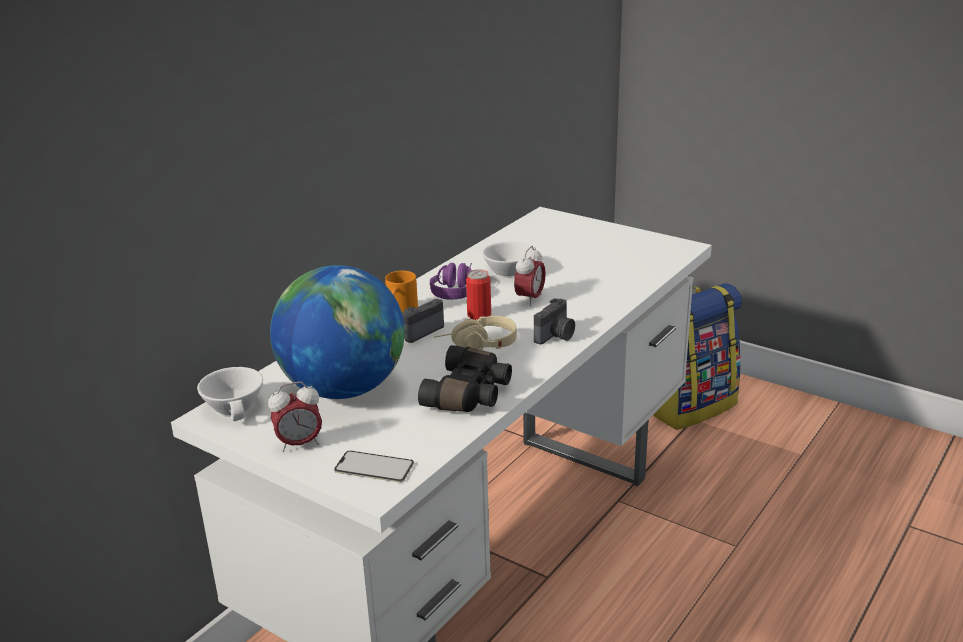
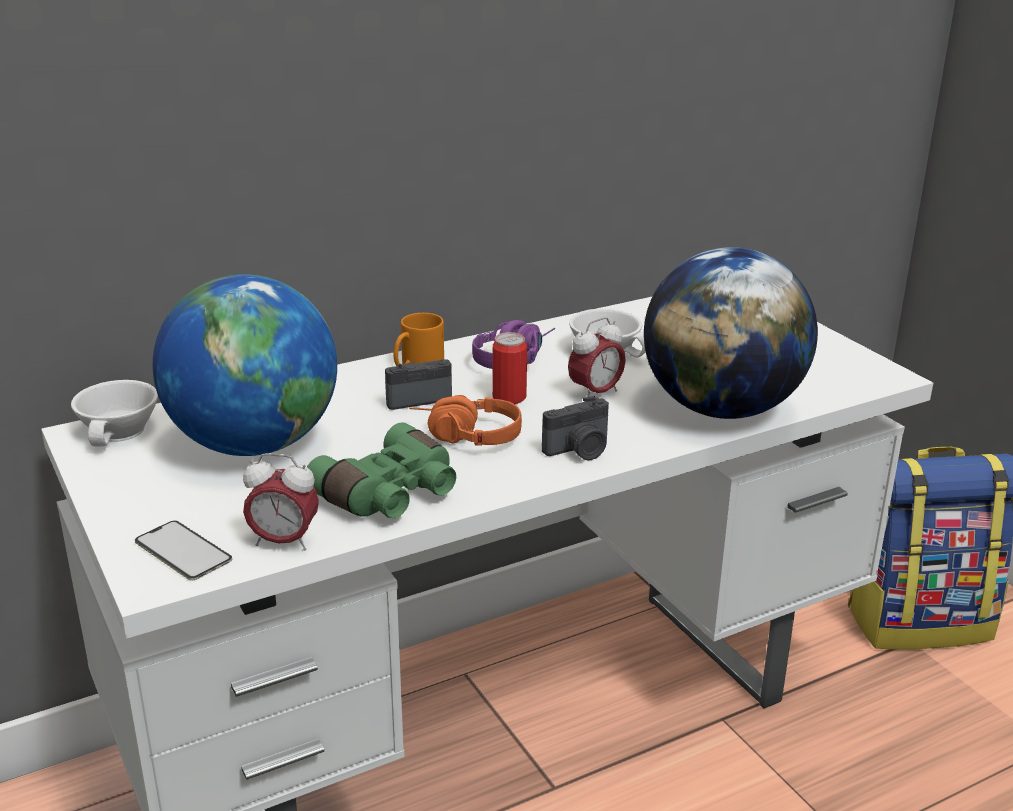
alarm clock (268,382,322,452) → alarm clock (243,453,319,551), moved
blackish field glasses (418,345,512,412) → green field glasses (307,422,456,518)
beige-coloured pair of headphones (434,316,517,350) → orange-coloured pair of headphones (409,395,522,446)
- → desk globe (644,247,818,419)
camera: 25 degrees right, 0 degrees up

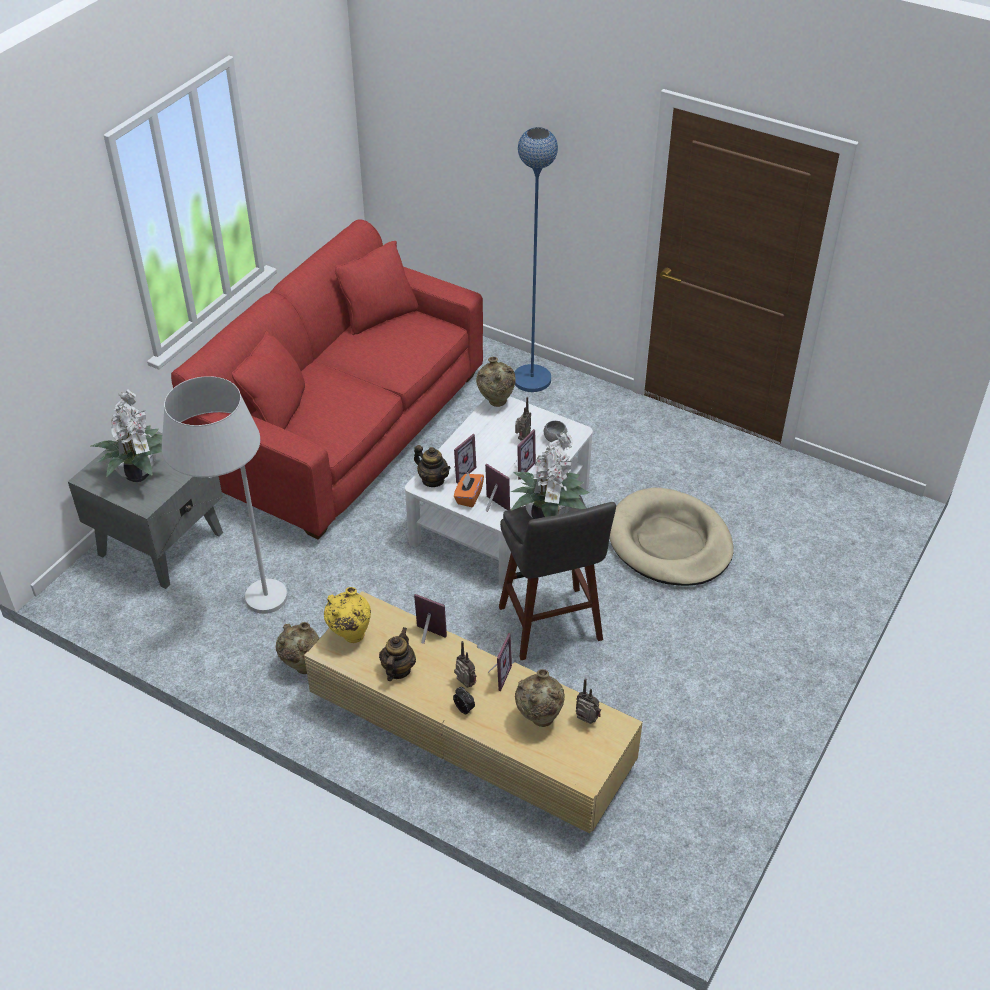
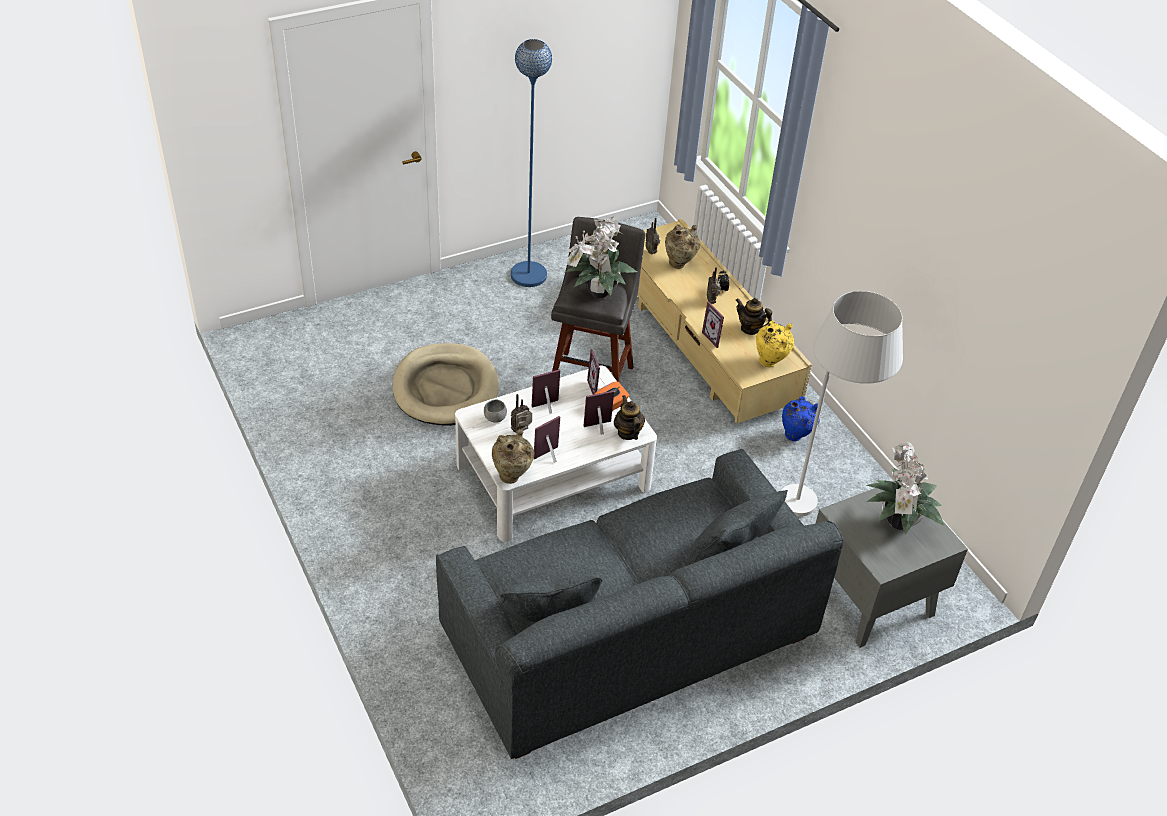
reddish sofa (171,220,483,540) → greyish sofa (436,449,843,759)
blue-coloured floor lamp (514,127,558,392) → blue-coloured floor lamp (511,39,552,287), moved
picture frame (487,633,512,691) → picture frame (534,416,560,463), moved
teapot (379,627,416,681) → teapot (736,298,772,335), 75 degrees clockwise
beige-coloured decorative vase (276,622,319,674) → blue-coloured decorative vase (782,396,820,441)
camera: 150 degrees left, 0 degrees up

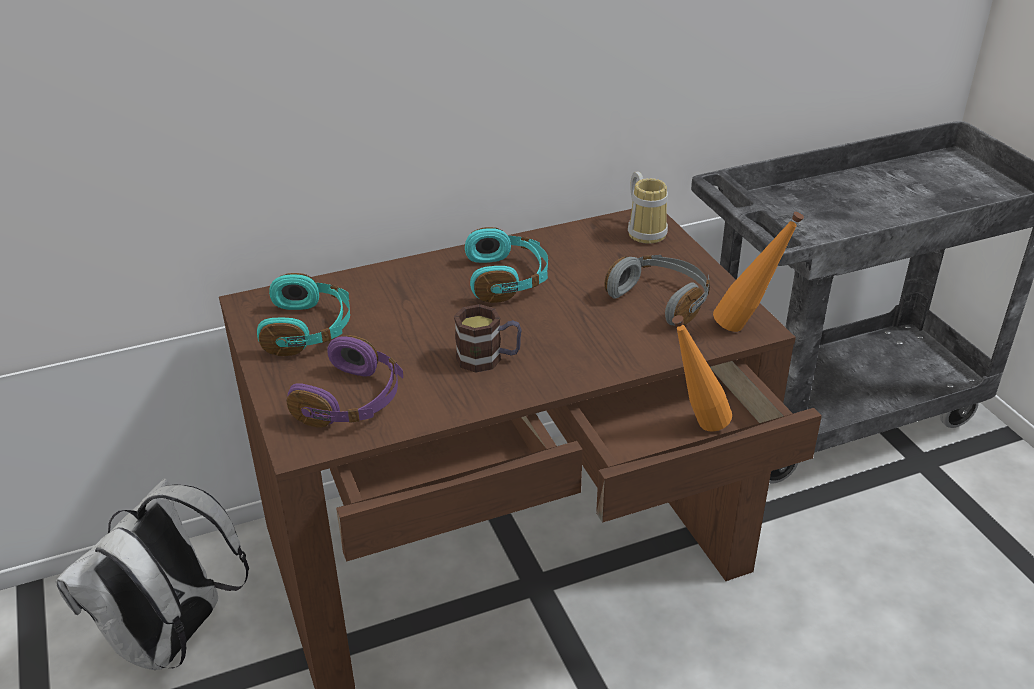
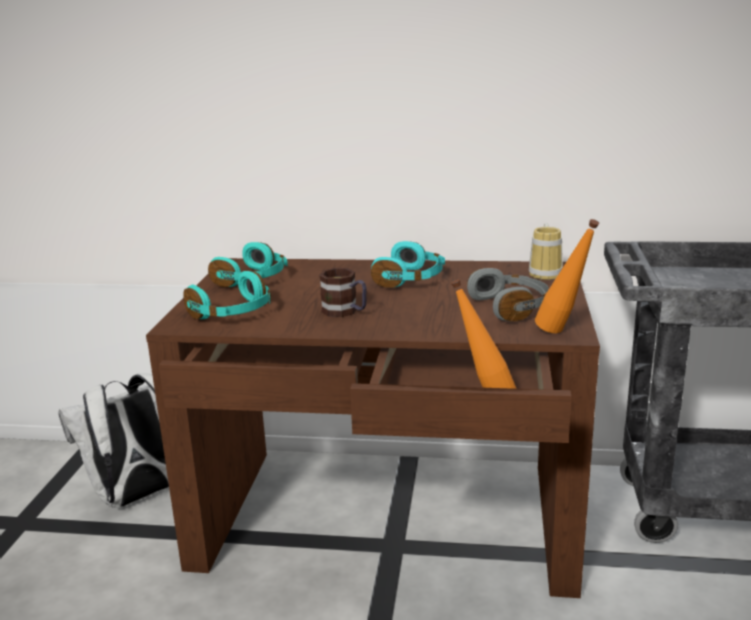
purple-coloured pair of headphones (286,335,403,428) → turquoise-coloured pair of headphones (183,271,271,319)
camera: 30 degrees right, 15 degrees down

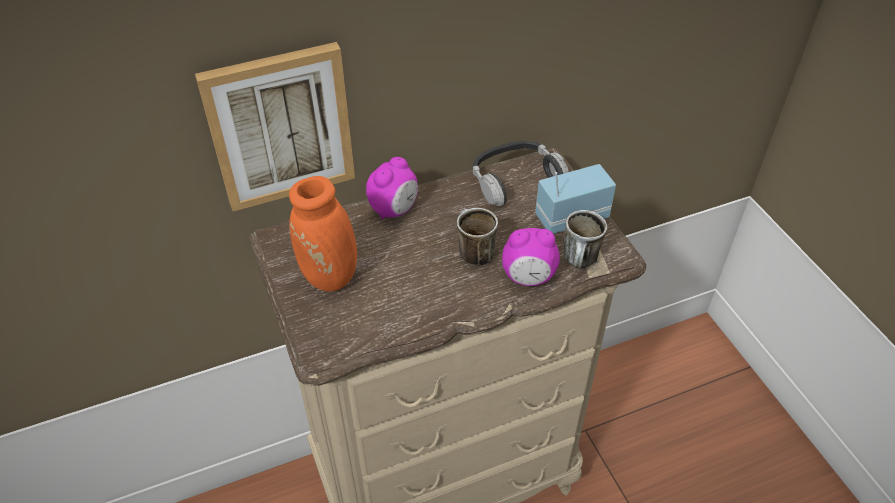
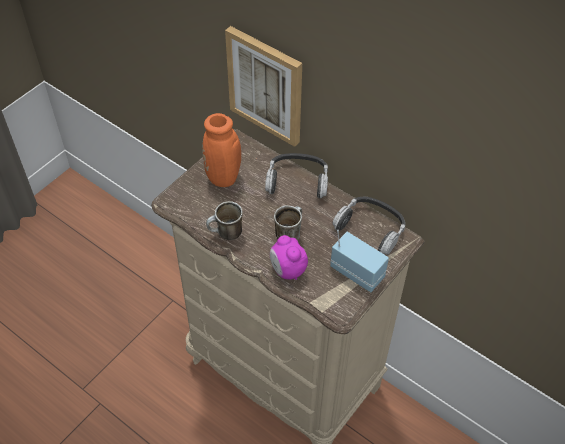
tea mug (563,210,607,268) → tea mug (206,201,243,240), moved
alarm clock (366,157,418,219) → pair of headphones (265,153,328,198)
camera: 60 degrees right, 5 degrees up

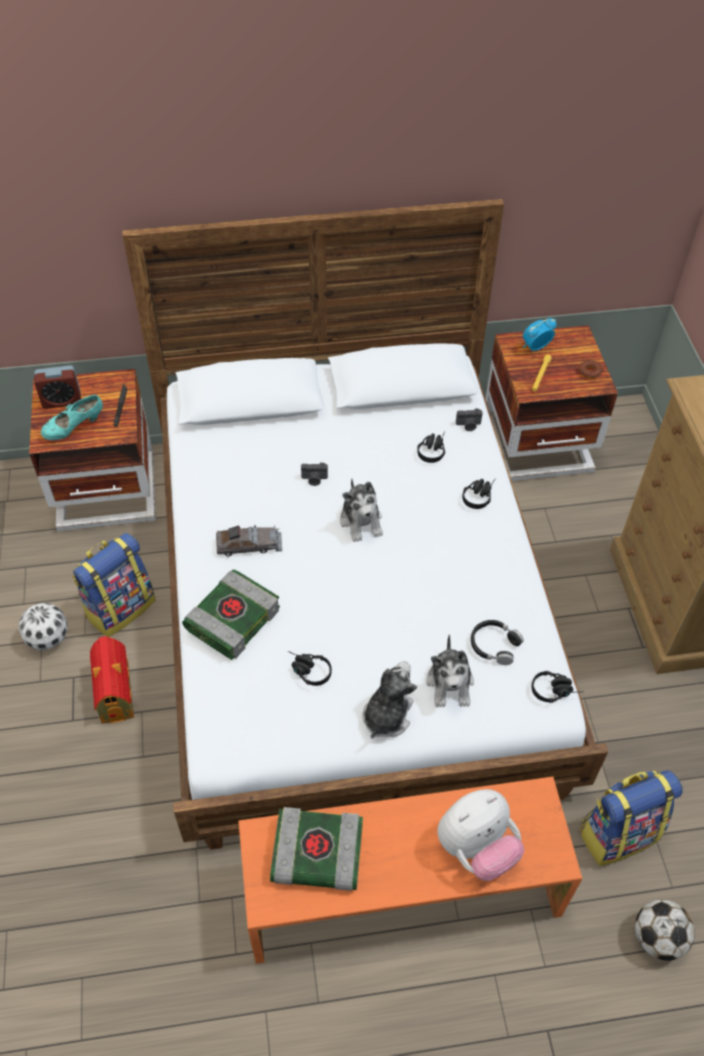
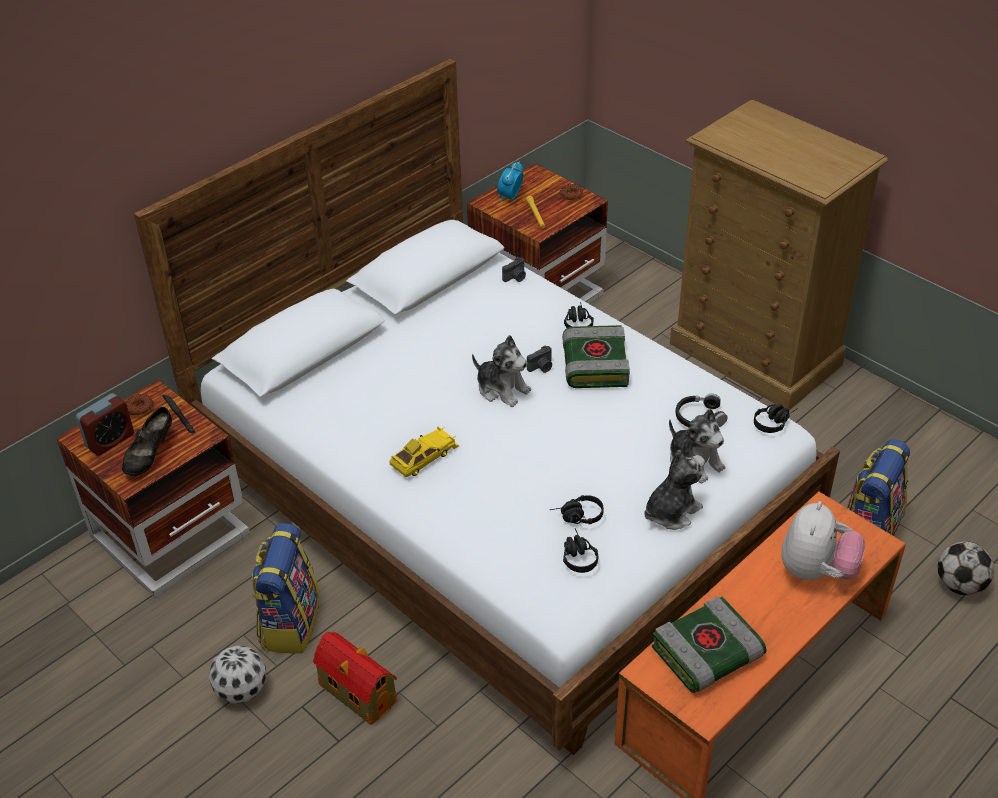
turquoise-coloured low shoe (41,395,103,440) → blackish low shoe (122,407,172,476)
- → ring doughnut (126,394,153,416)
greyish model car (216,525,282,557) → yellow model car (389,427,459,477)
still camera (301,462,328,486) → still camera (527,346,552,373), moved
volume (182,570,280,660) → volume (562,325,630,388), moved
blackish pair of headphones (417,431,445,463) → blackish pair of headphones (563,529,598,573), moved
soft toy (362,661,417,739) → soft toy (644,450,705,530), 60 degrees clockwise
camera: 35 degrees left, 10 degrees down

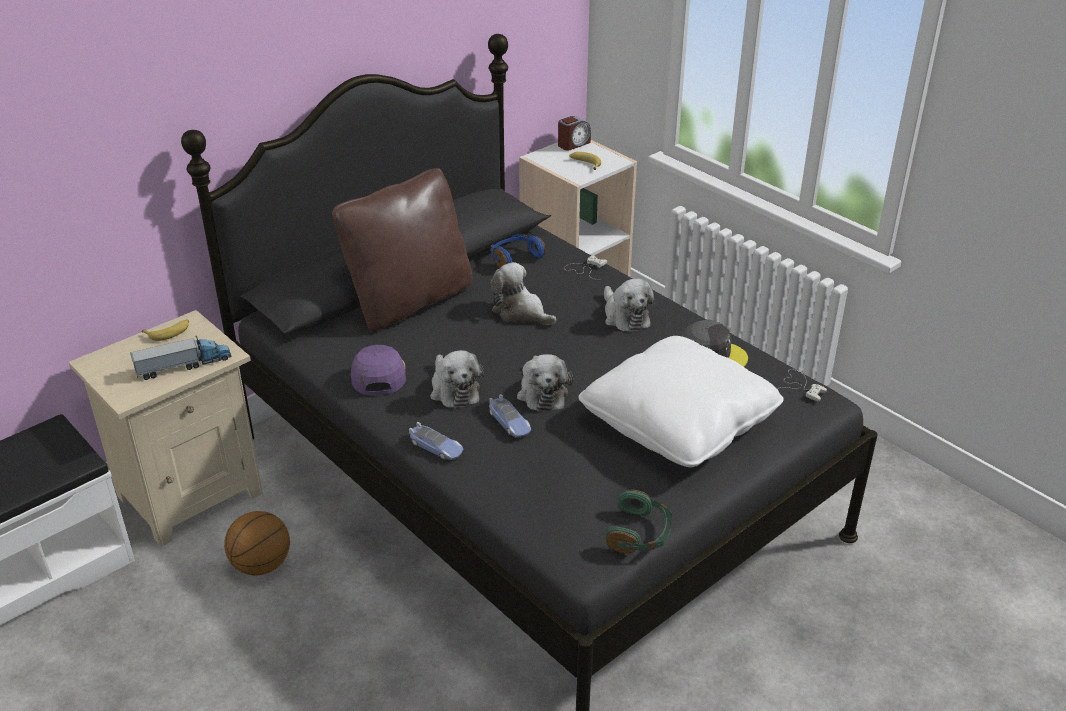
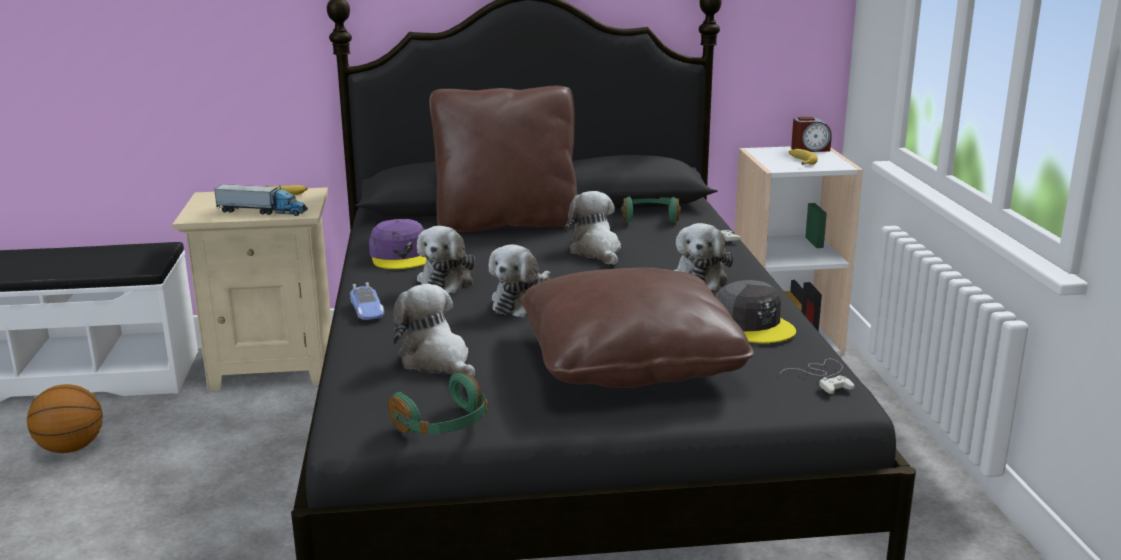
ball for basketball (224,511,290,575) → ball for basketball (27,384,103,453), moved
purple-coloured peaked cap (351,345,406,395) → purple-coloured peaked cap (369,219,426,269), 135 degrees clockwise
- → soft toy (393,284,475,378)
white cushion (578,336,784,467) → brown-coloured cushion (521,267,754,388)
blue-coloured pair of headphones (491,234,546,267) → green pair of headphones (621,197,681,223)
model car (489,394,531,438) → -
camera: 35 degrees right, 15 degrees down

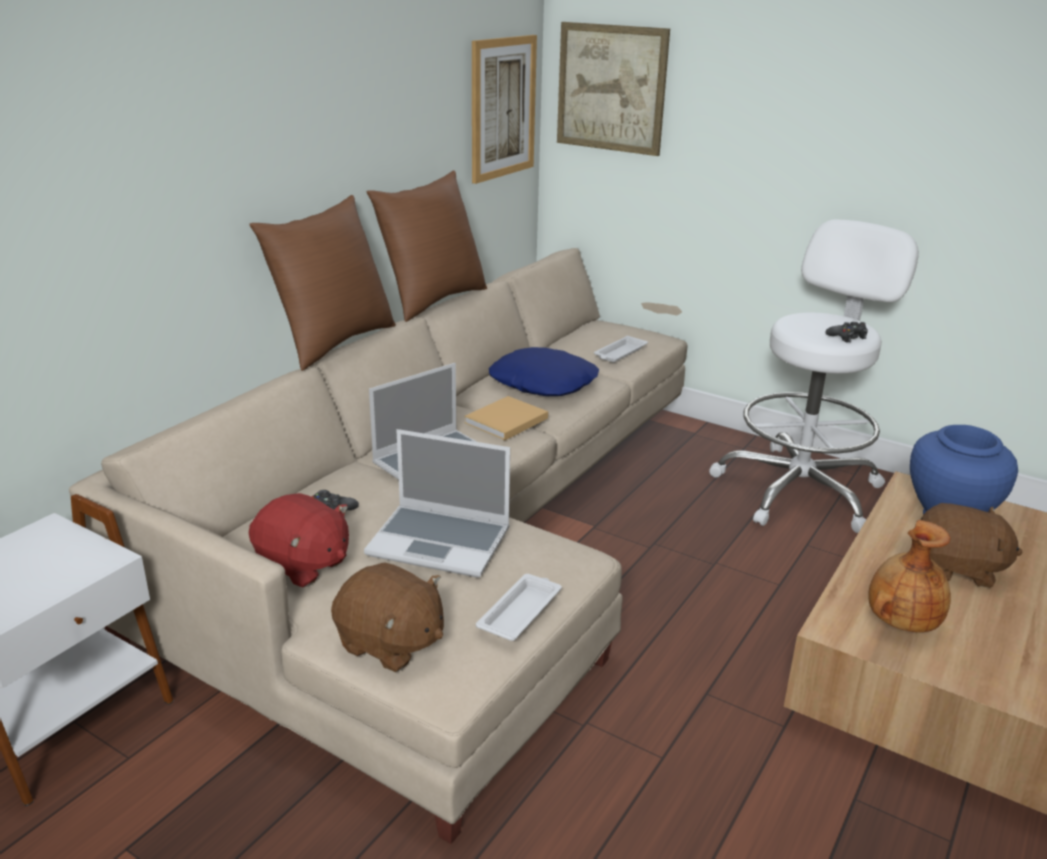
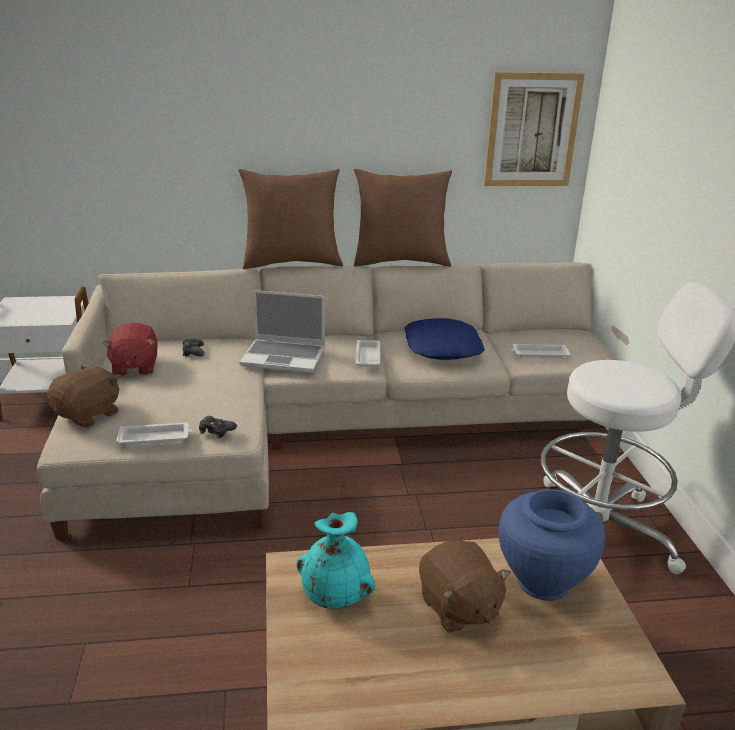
brown-coloured soft toy (331,562,444,672) → brown-coloured soft toy (47,364,119,428), 135 degrees counterclockwise
blackish game controller (826,322,868,342) → blackish game controller (199,416,237,438), moved
brown-coloured decorative vase (868,520,951,632) → turquoise-coloured decorative vase (296,512,375,609)
beige-coloured volume (464,396,548,440) → white serving tray (355,340,380,367)
laptop (364,429,510,578) → -
picture (557,22,670,156) → -
camera: 50 degrees right, 0 degrees up

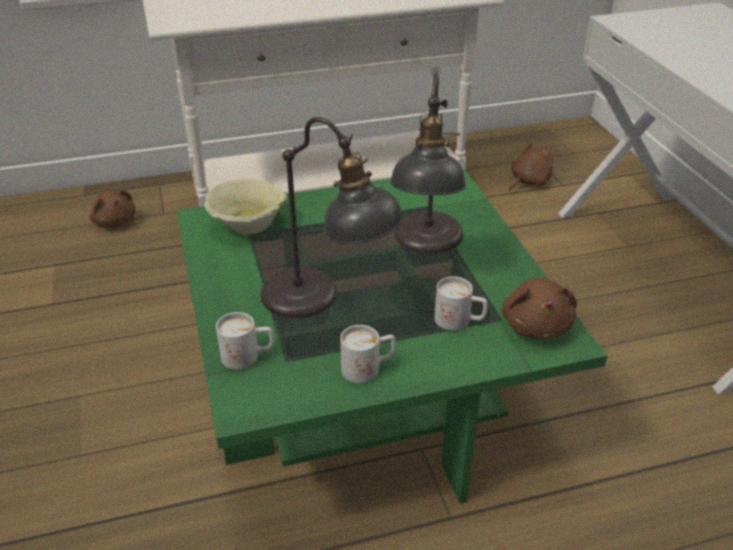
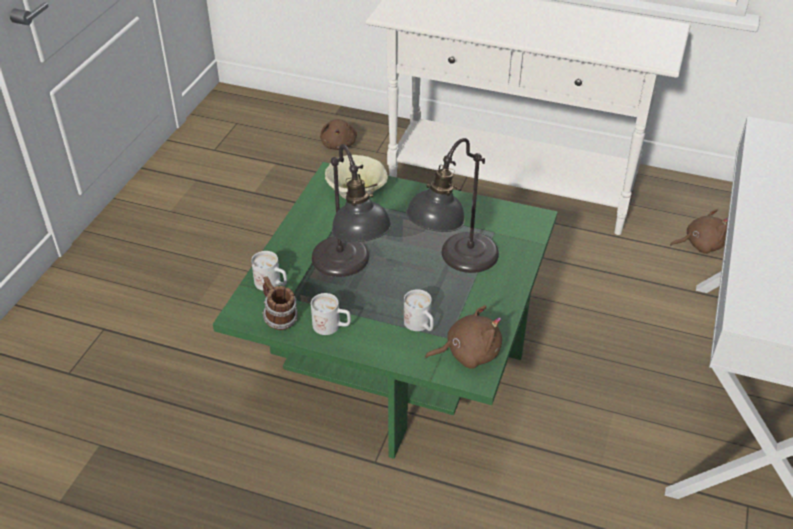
- → tea mug (262,276,298,330)
brown-coloured soft toy (501,278,577,339) → brown-coloured soft toy (425,305,502,369), 135 degrees counterclockwise
camera: 35 degrees right, 5 degrees up

